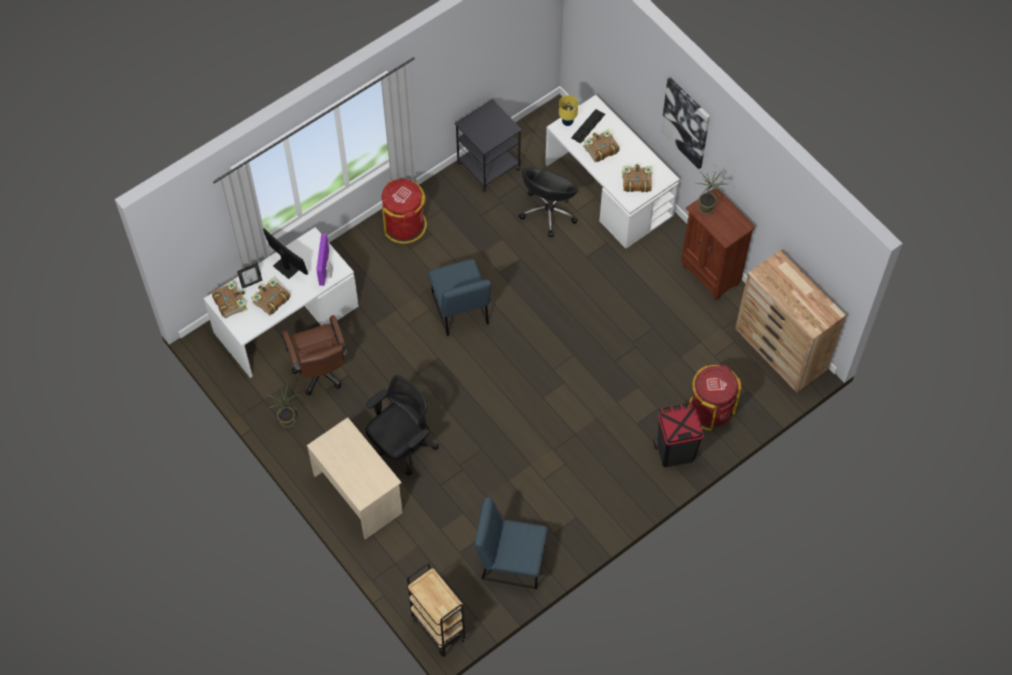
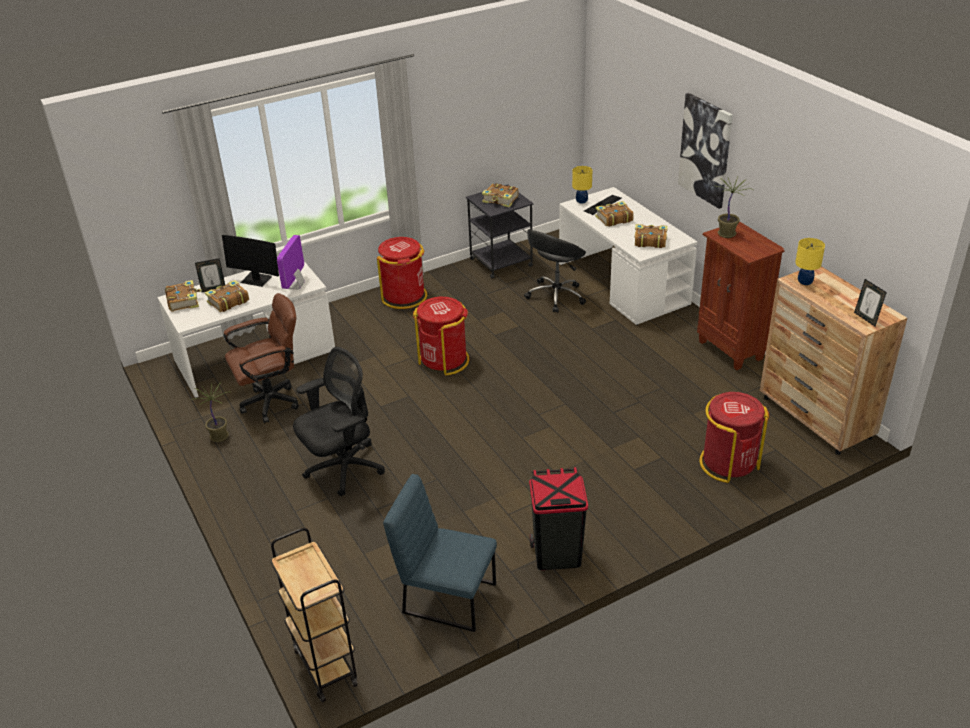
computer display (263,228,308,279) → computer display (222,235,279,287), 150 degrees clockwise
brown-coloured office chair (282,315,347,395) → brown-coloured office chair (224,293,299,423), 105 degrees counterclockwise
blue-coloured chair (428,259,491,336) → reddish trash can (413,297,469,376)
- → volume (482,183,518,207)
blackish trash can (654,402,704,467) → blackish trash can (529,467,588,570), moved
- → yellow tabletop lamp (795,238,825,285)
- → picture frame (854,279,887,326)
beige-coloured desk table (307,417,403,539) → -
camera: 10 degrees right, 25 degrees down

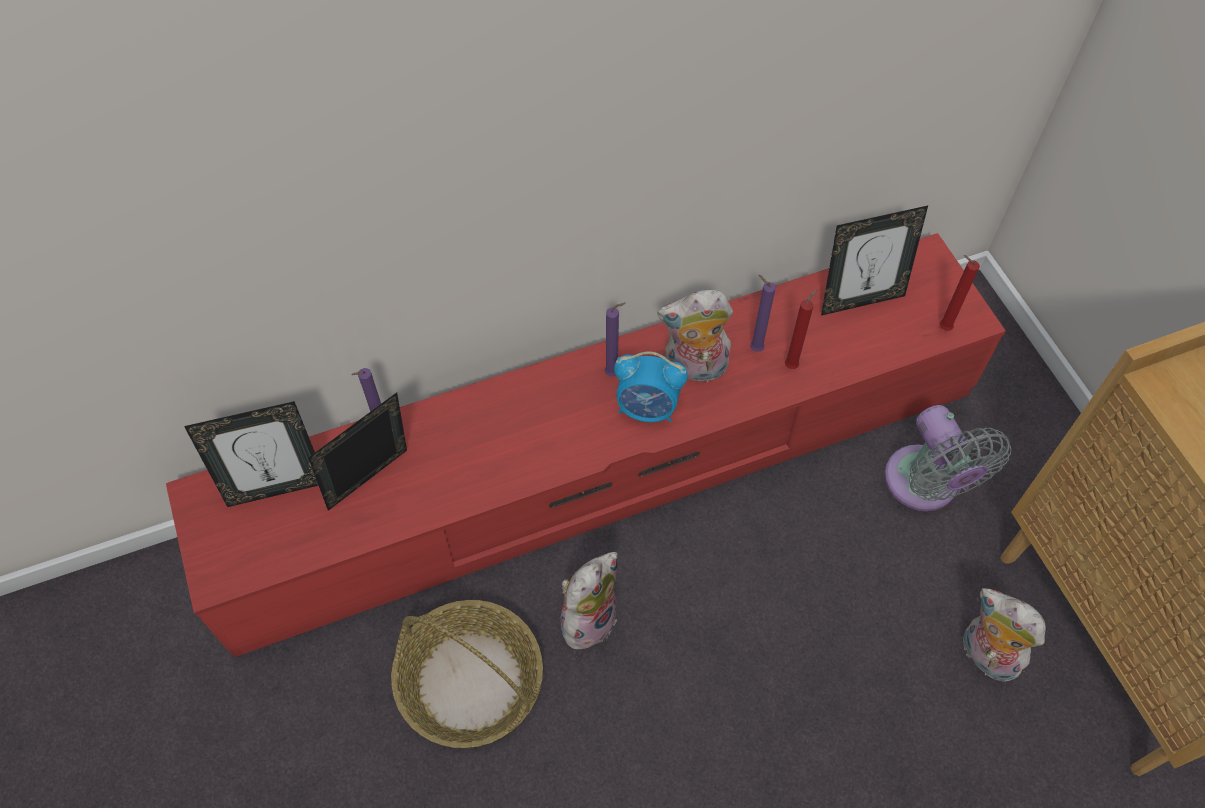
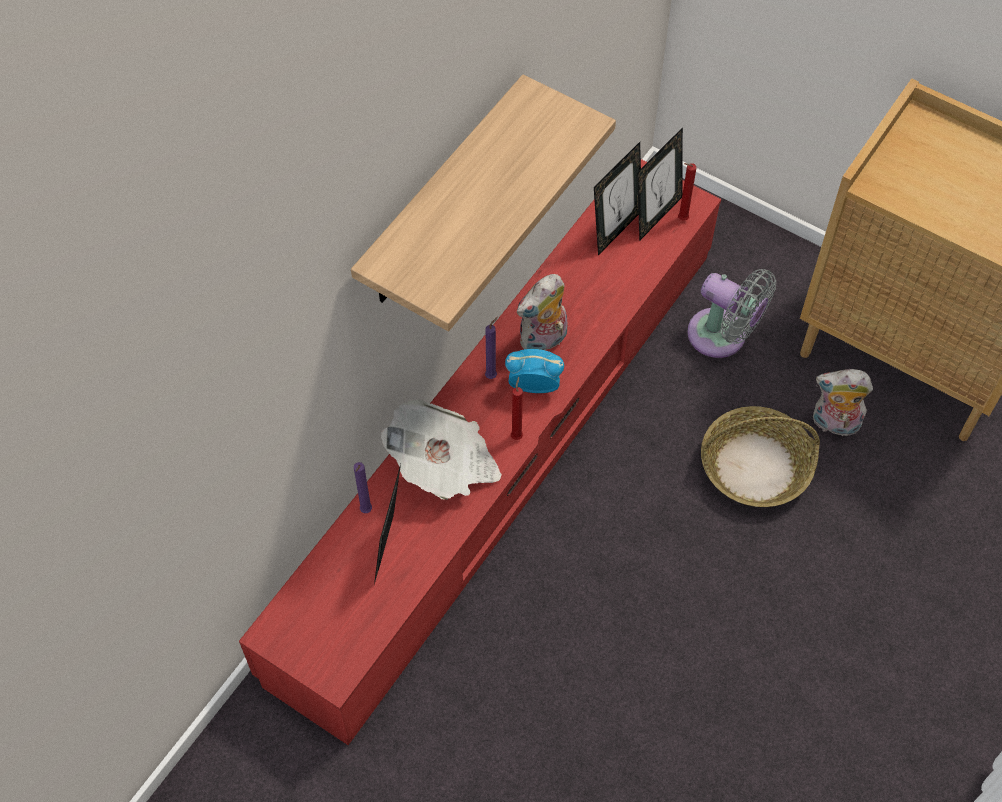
- → shelf (351,74,616,331)
- → newspaper (381,399,502,500)
alarm clock (614,351,688,422) → alarm clock (505,349,564,393), 150 degrees counterclockwise
reddish wax light (785,289,817,369) → reddish wax light (511,377,523,440), moved
picture frame (184,401,319,507) → picture frame (637,127,683,241), moved
storage basket (391,600,543,748) → storage basket (701,406,820,507), moved
soft toy (560,552,618,650) → -
purple-coloured wax light (750,275,776,352) → -
camera: 35 degrees left, 0 degrees up

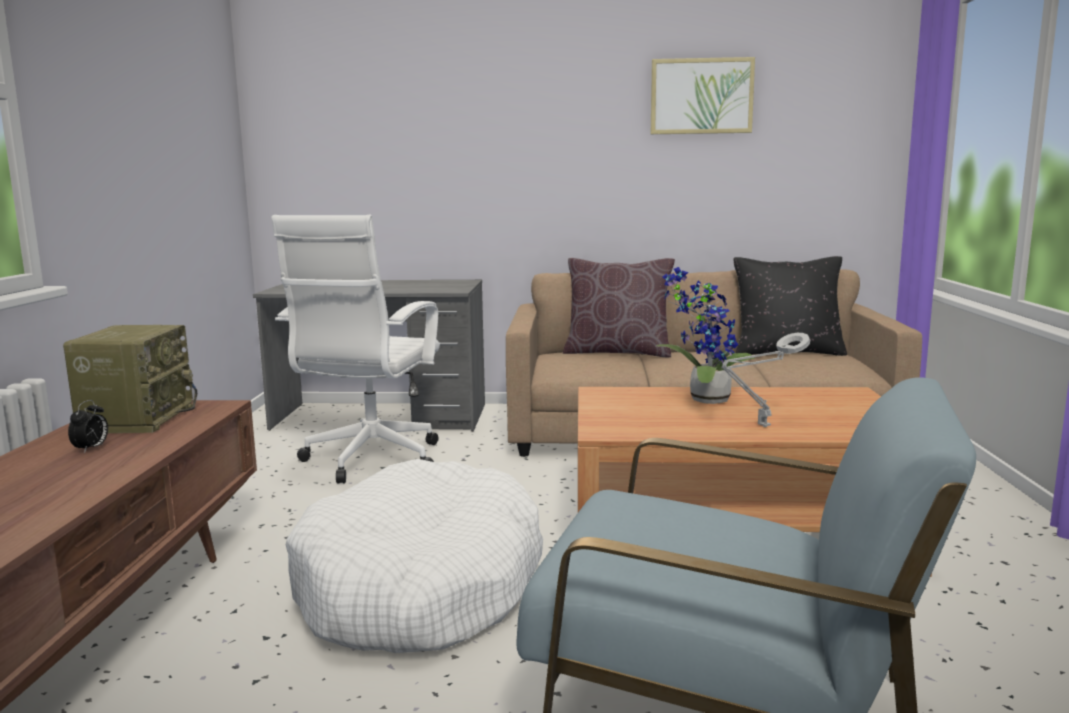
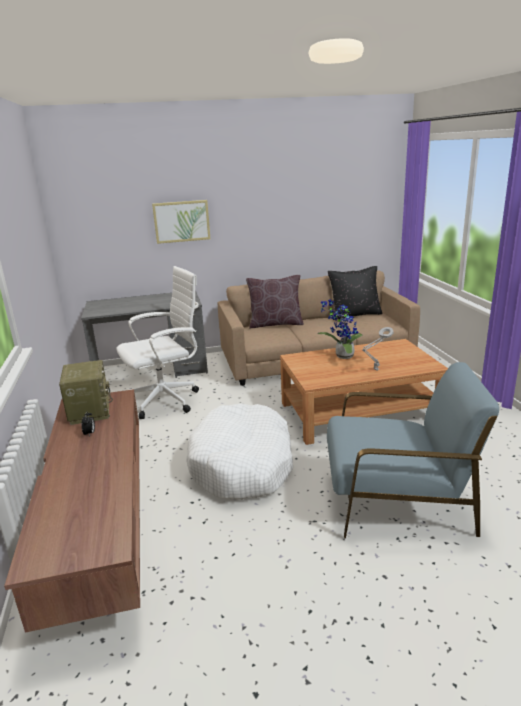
white office chair (271,214,440,484) → white office chair (116,266,199,419), 120 degrees counterclockwise
picture (651,57,755,134) → picture (152,200,210,244), moved
camera: 15 degrees left, 10 degrees up

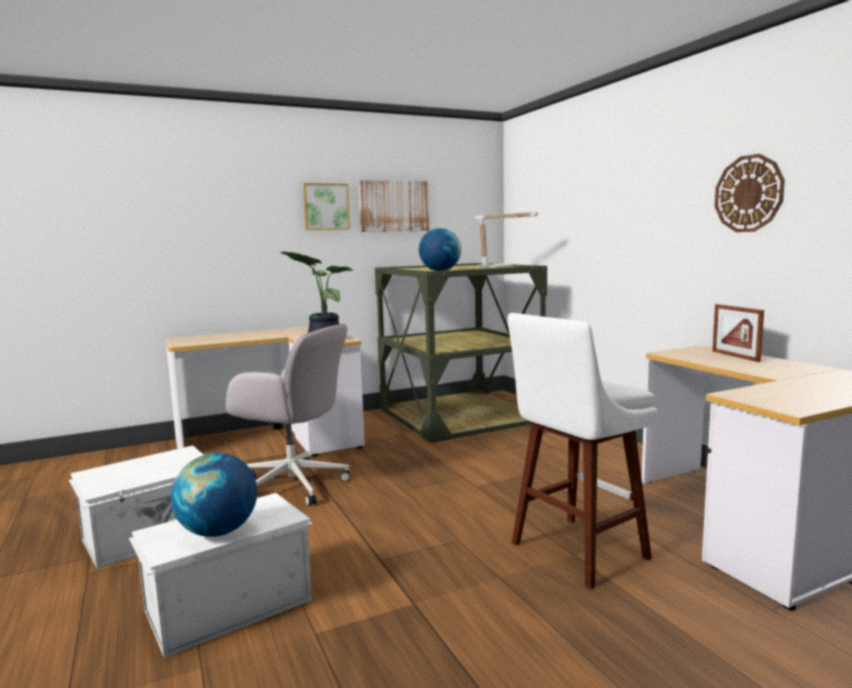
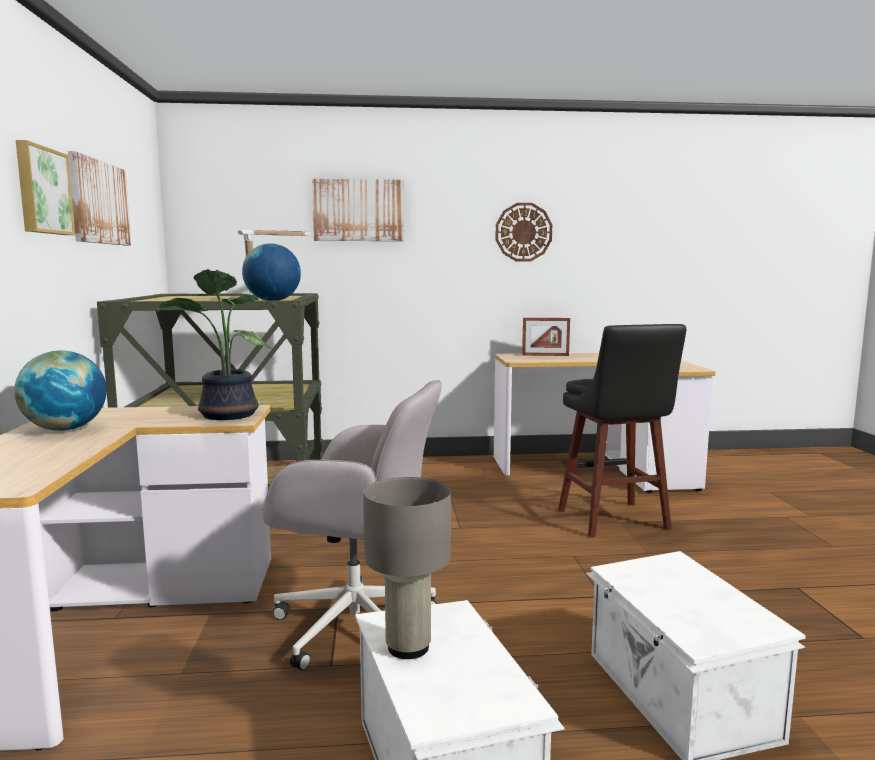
desk globe (171,453,257,537) → desk globe (14,350,107,431), moved
greyish office chair (226,324,350,506) → greyish office chair (261,380,442,670), 60 degrees clockwise
- → picture (312,179,404,241)
- → greyish tabletop lamp (363,477,451,659)
white sitting stool (507,313,658,589) → blackish sitting stool (558,324,686,537)
camera: 70 degrees left, 0 degrees up

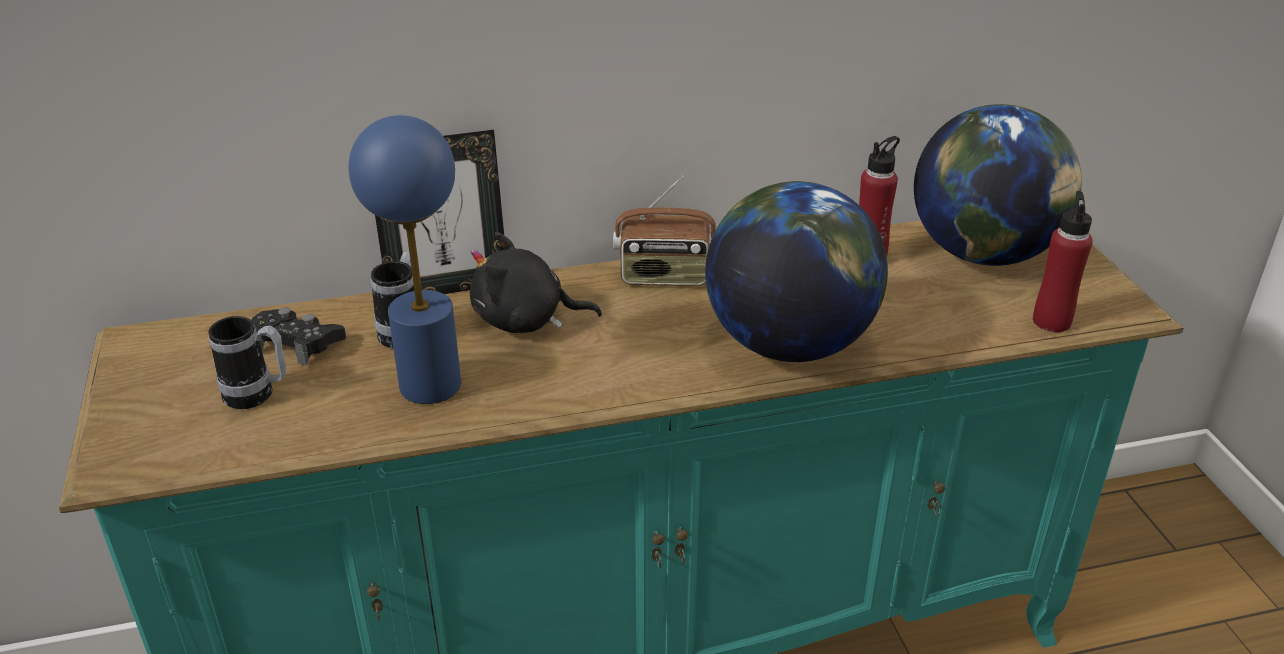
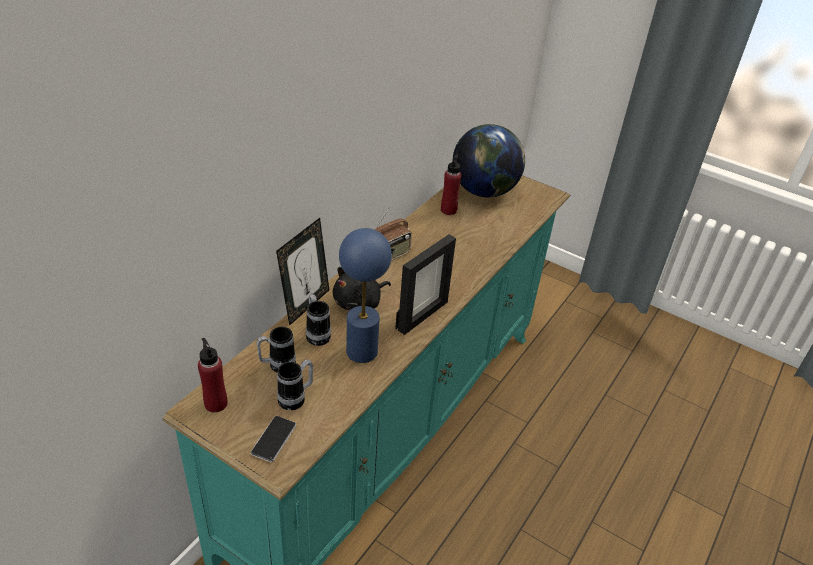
reddish drink bottle (1033,191,1092,332) → reddish drink bottle (198,338,227,413), moved
- → phone (251,416,296,462)
blackish game controller (251,307,346,366) → tea mug (256,327,296,372)
- → picture frame (395,235,456,335)
desk globe (705,181,888,362) → -
camera: 45 degrees left, 5 degrees up

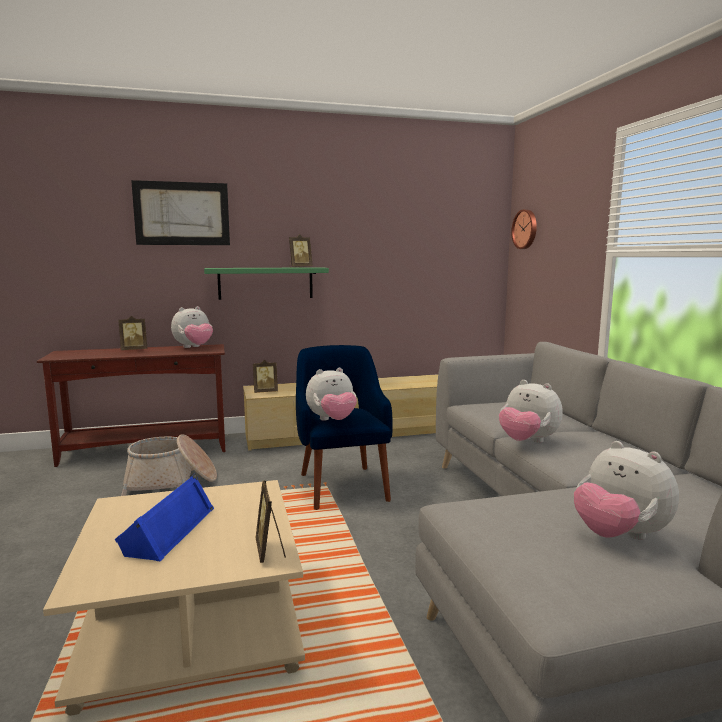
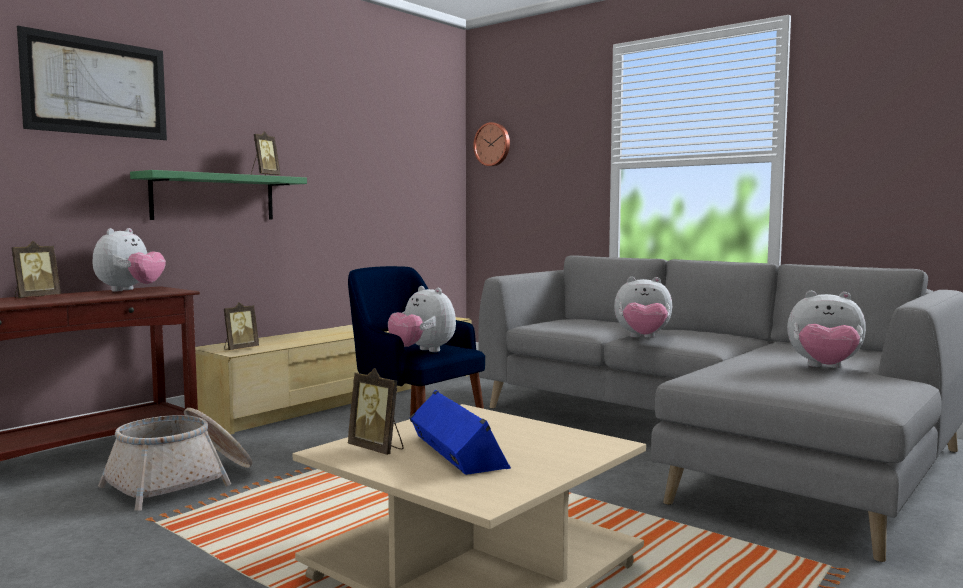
picture frame (256,481,286,563) → picture frame (348,368,404,455), moved
soft toy (306,368,357,421) → soft toy (388,286,456,352), 105 degrees clockwise
camera: 35 degrees left, 5 degrees down

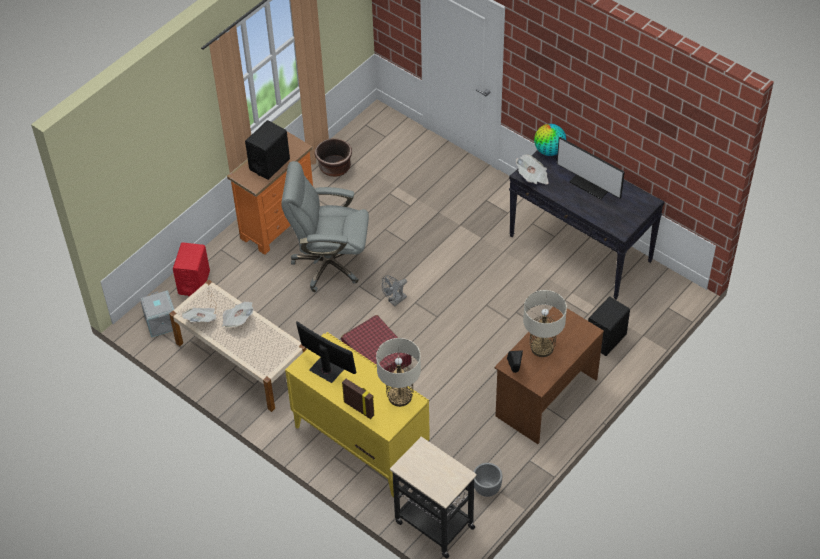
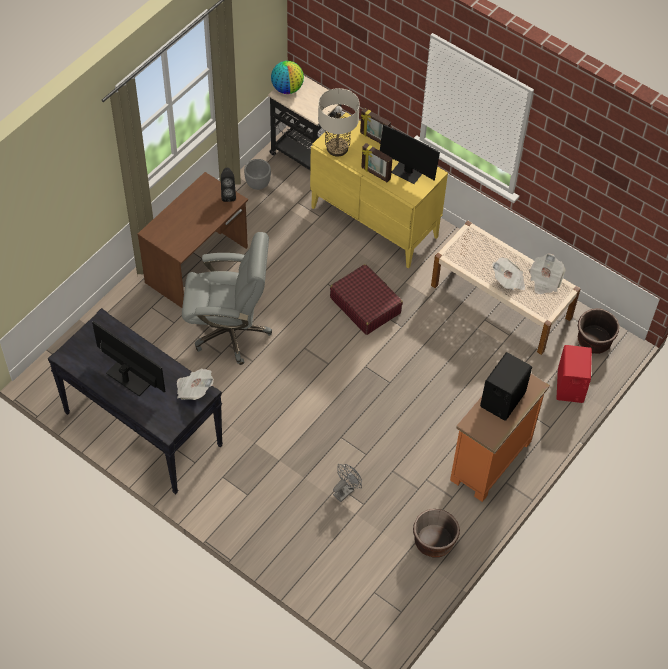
greyish office chair (281,161,369,292) → greyish office chair (182,232,272,365), moved
desk globe (534,124,566,156) → desk globe (271,61,304,94), moved
greyish cooling fan (382,275,407,306) → greyish cooling fan (333,464,362,502), moved
- → picture frame (361,143,392,183)
greyish storage bin (140,290,175,337) → brown-coloured planter (578,308,619,354)
tabletop lamp (523,290,567,357) → -
blackish loudspeaker (588,297,630,356) → -
camera: 175 degrees right, 5 degrees up

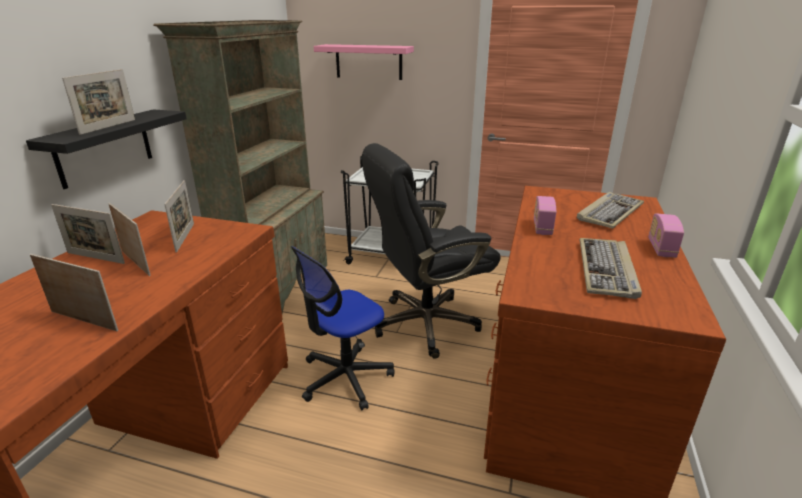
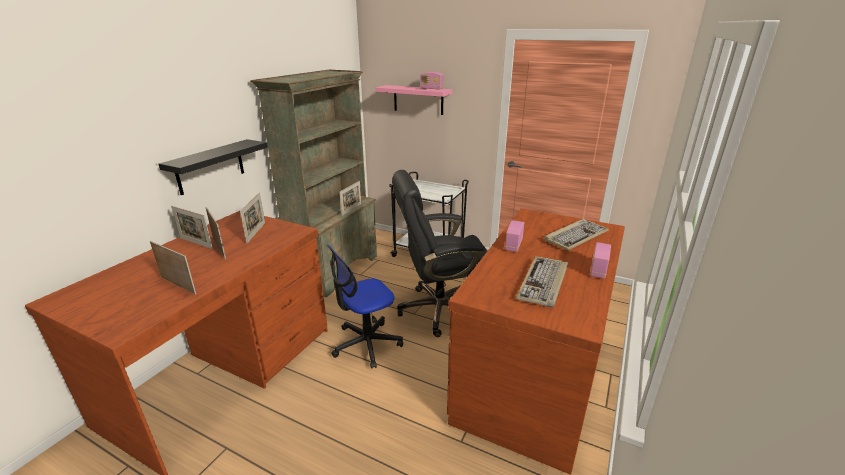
picture frame (62,69,135,135) → picture frame (340,181,361,216), moved
- → radio receiver (420,72,443,90)
camera: 10 degrees right, 0 degrees up

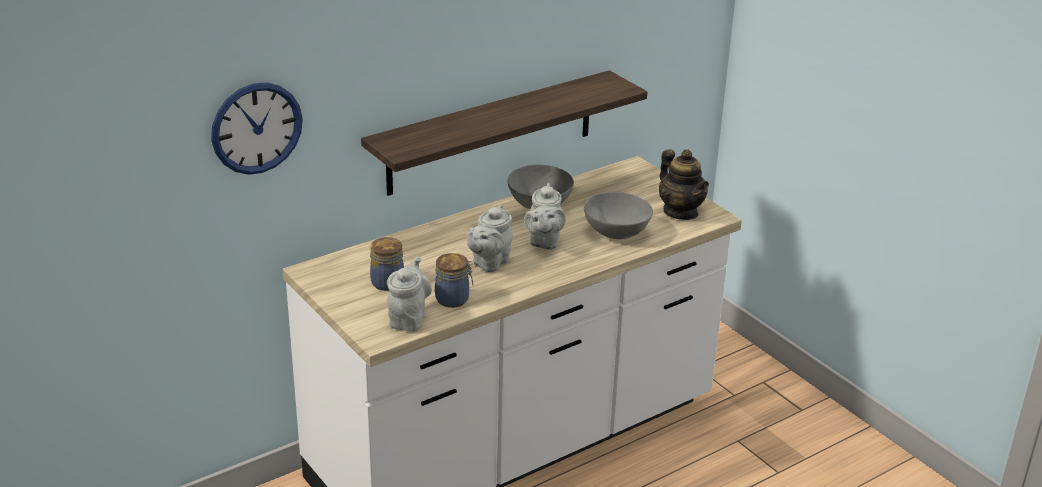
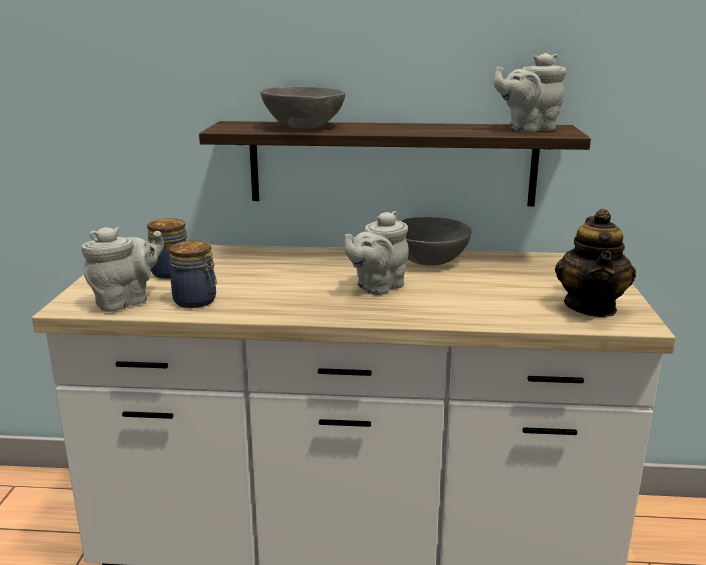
greyish serving bowl (584,192,653,239) → greyish serving bowl (260,87,345,129), moved
greyish teapot (467,205,513,272) → greyish teapot (493,53,566,132), moved
hanging clock (211,82,303,175) → -
camera: 40 degrees right, 10 degrees down

